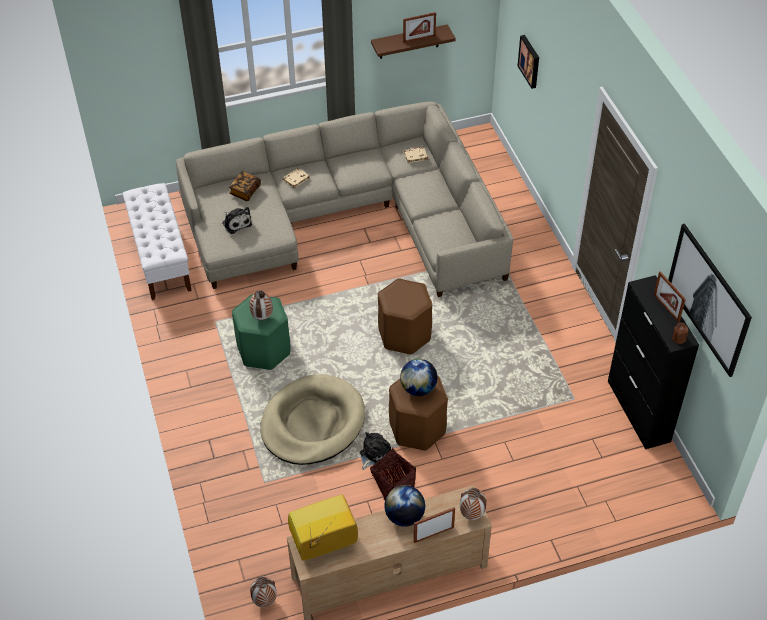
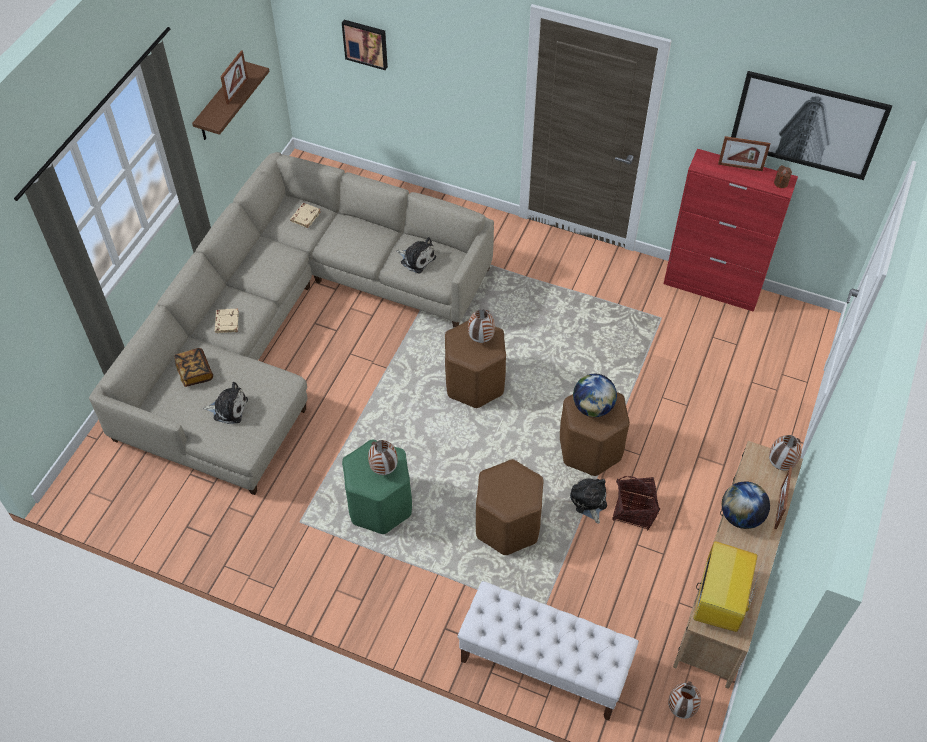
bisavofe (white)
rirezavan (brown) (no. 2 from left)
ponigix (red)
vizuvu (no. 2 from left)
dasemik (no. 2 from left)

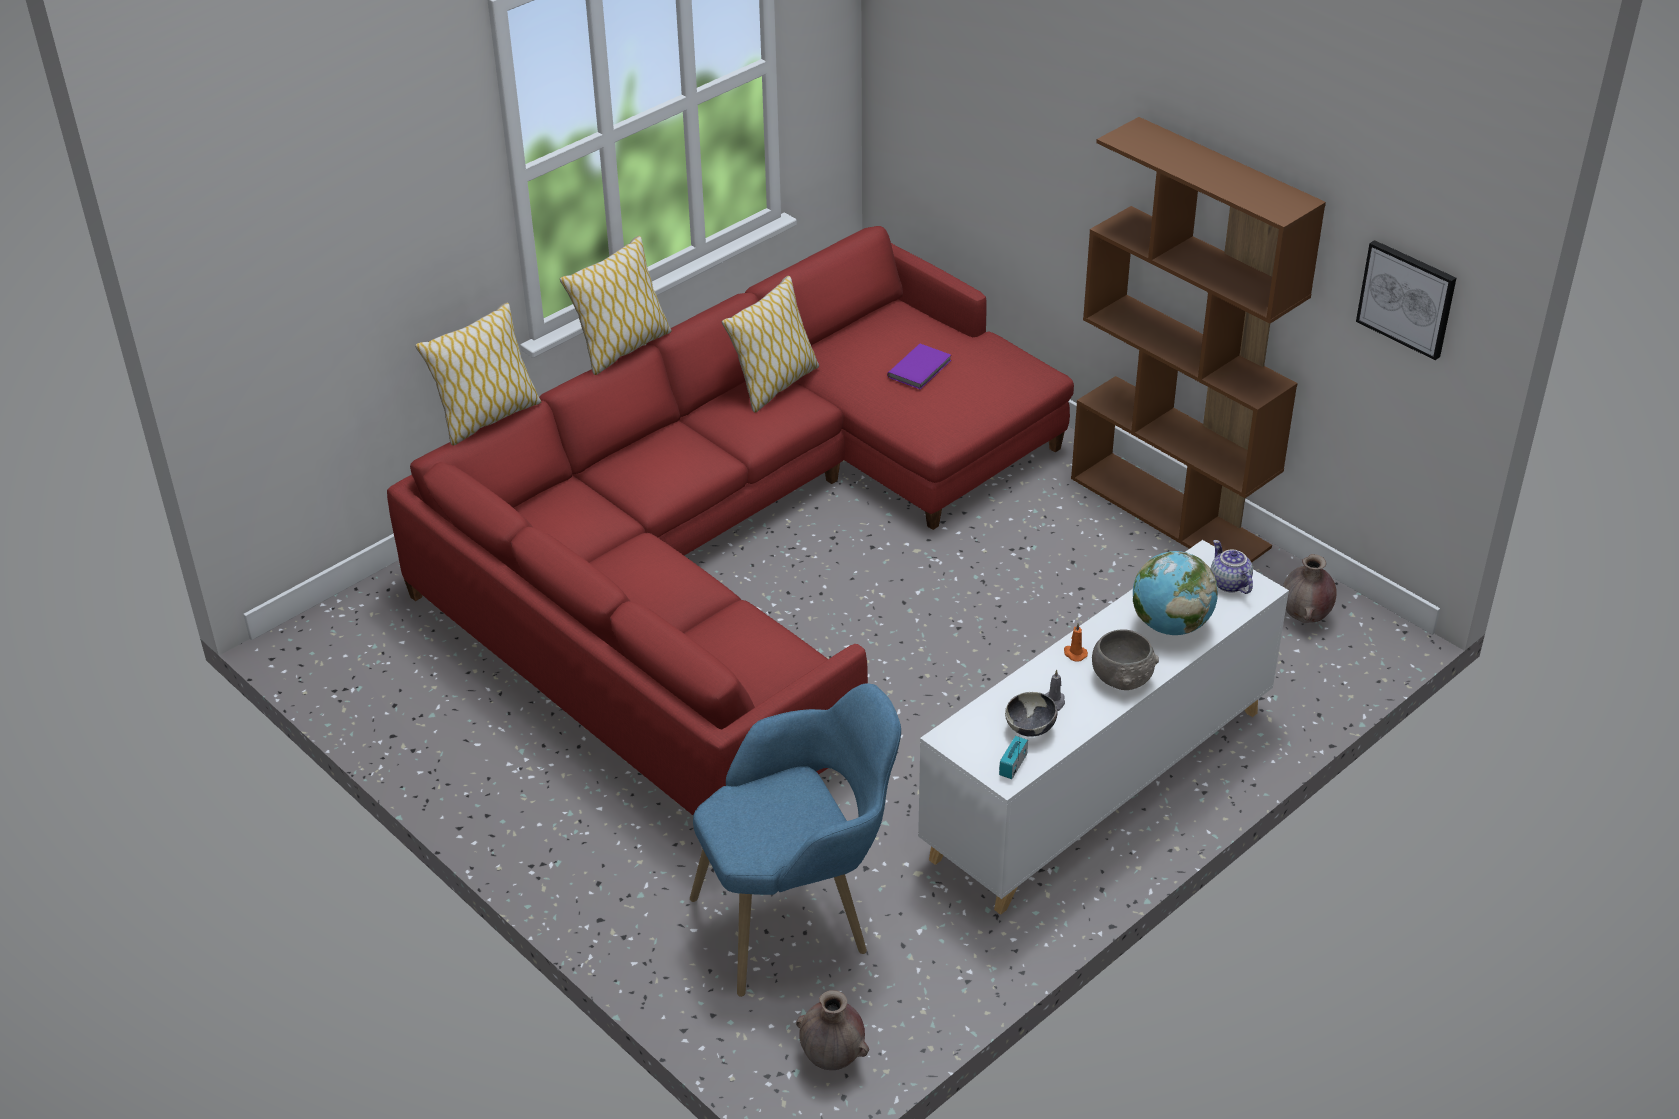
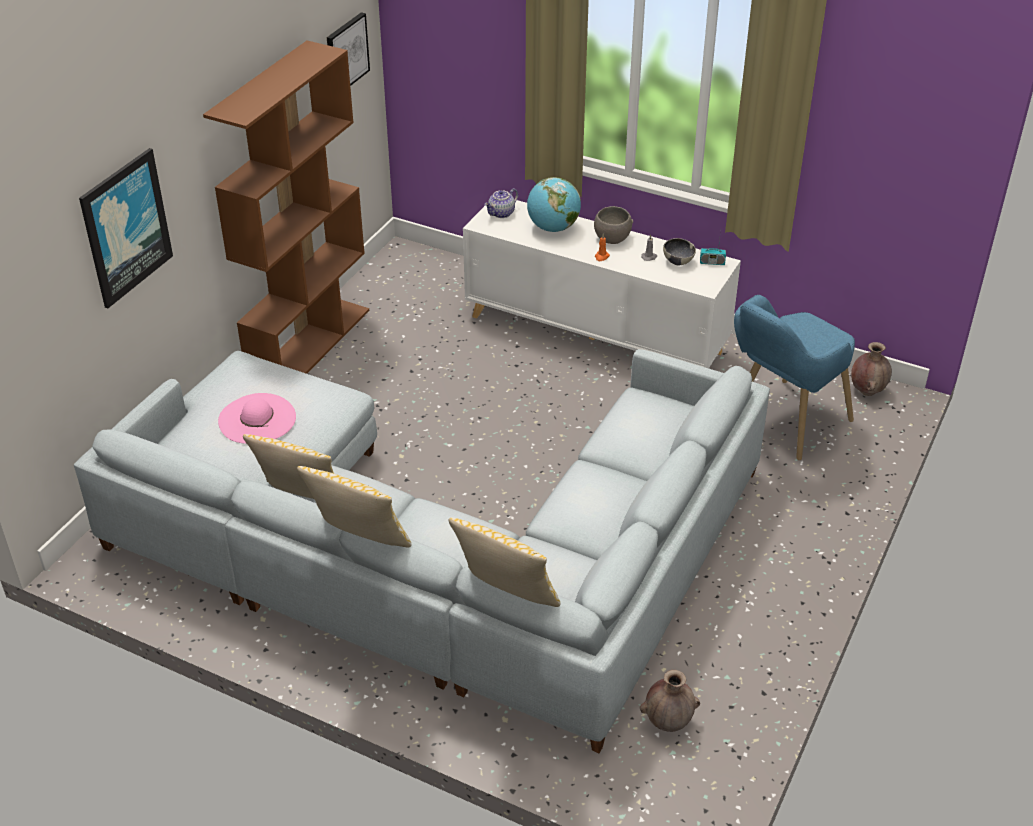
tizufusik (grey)
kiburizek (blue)
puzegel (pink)
dasemik (brown) (no. 1 from left)
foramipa (no. 1 from left)

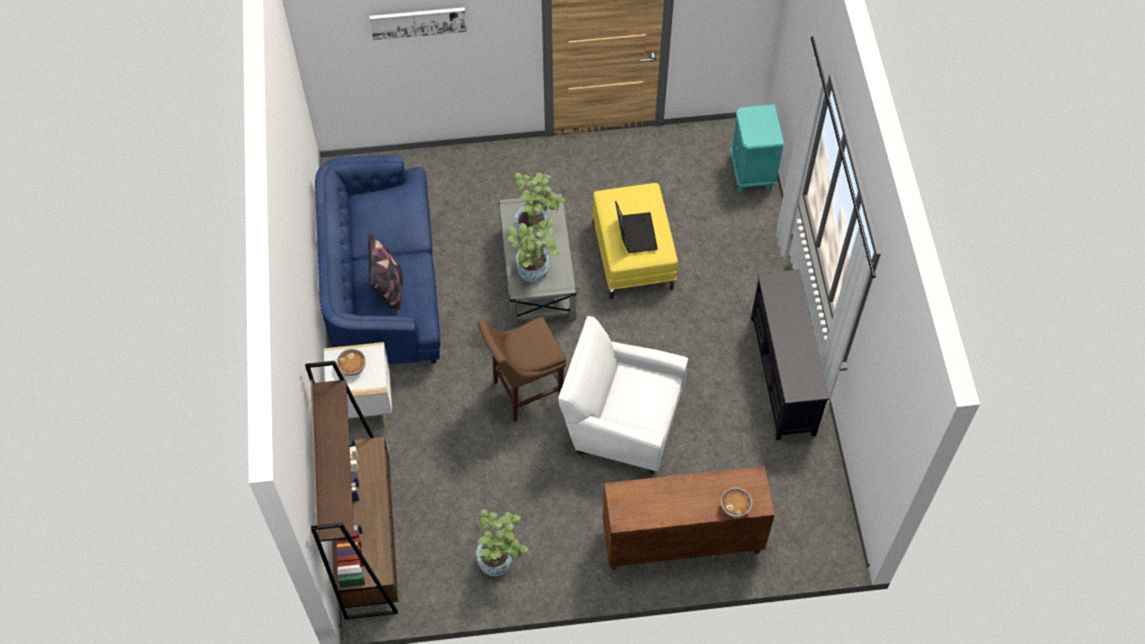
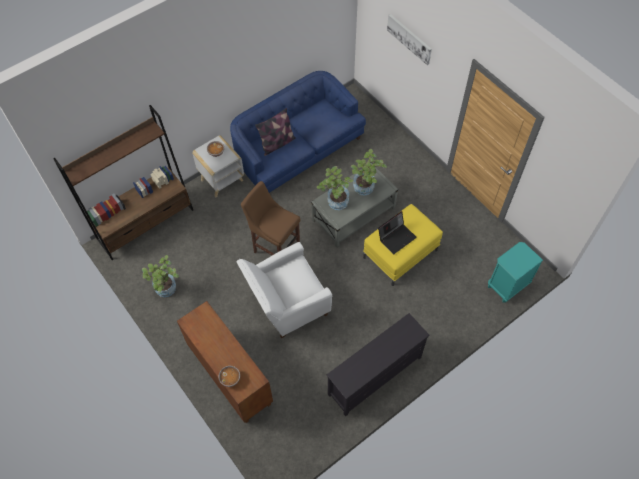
kiburizek (white)

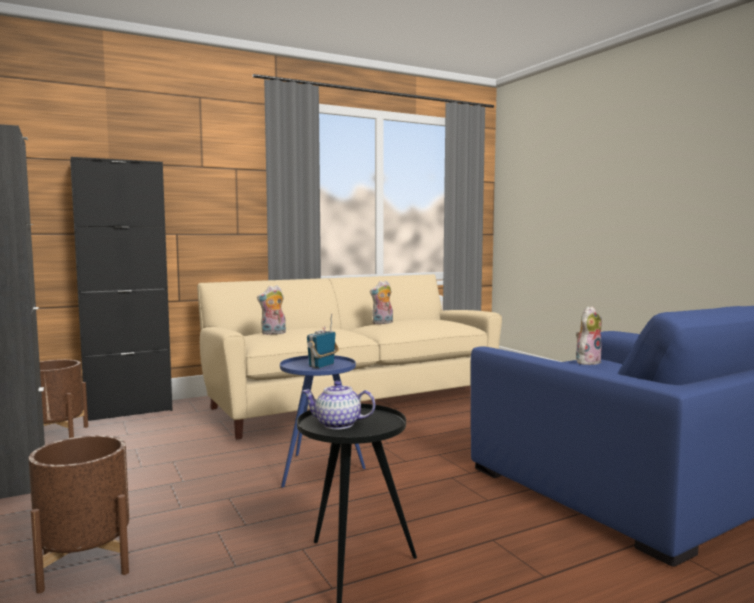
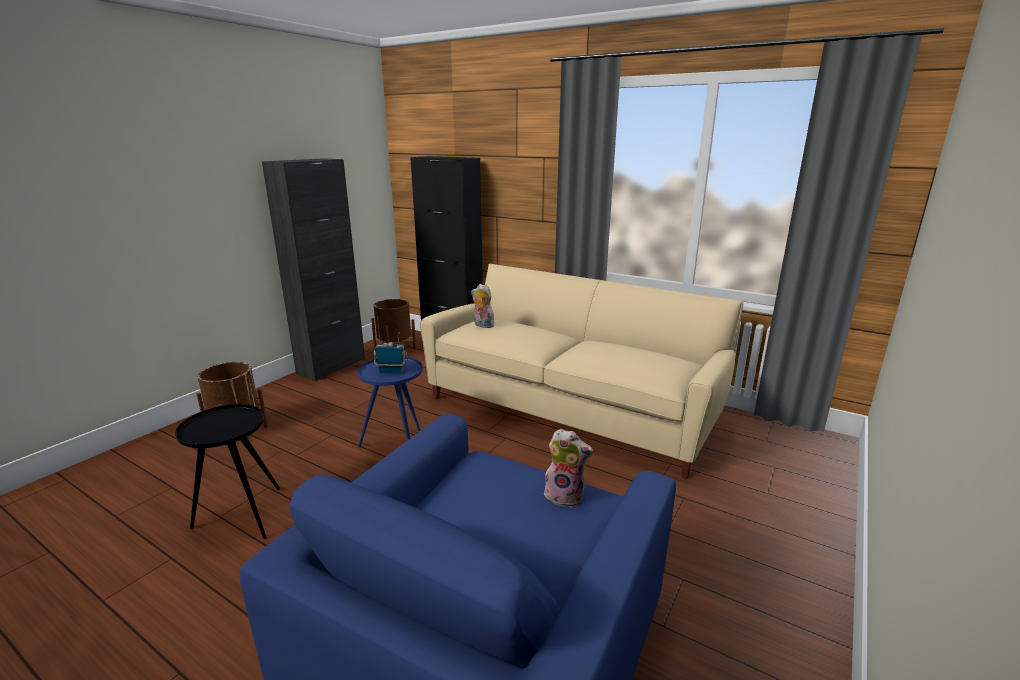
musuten
vizuvu (no. 2 from left in the first image)

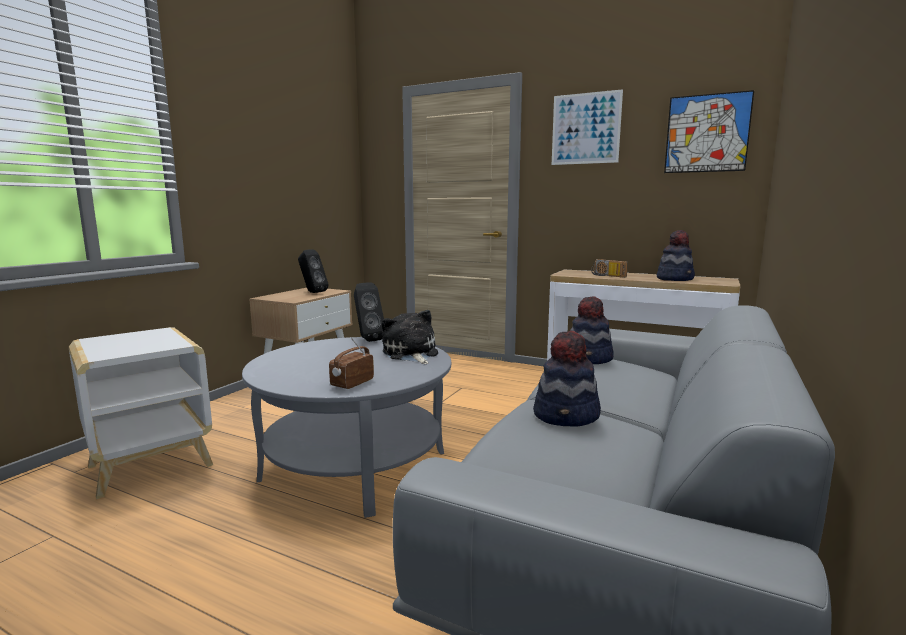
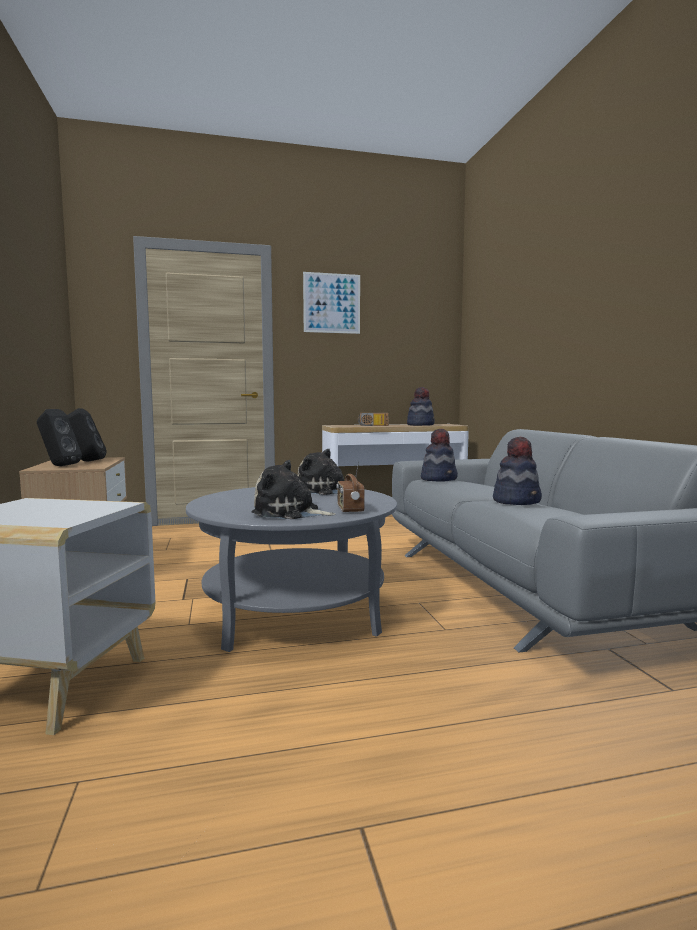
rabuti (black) (no. 1 from left)
foramipa (no. 2 from left in the first image)
vizuvu (no. 1 from left)

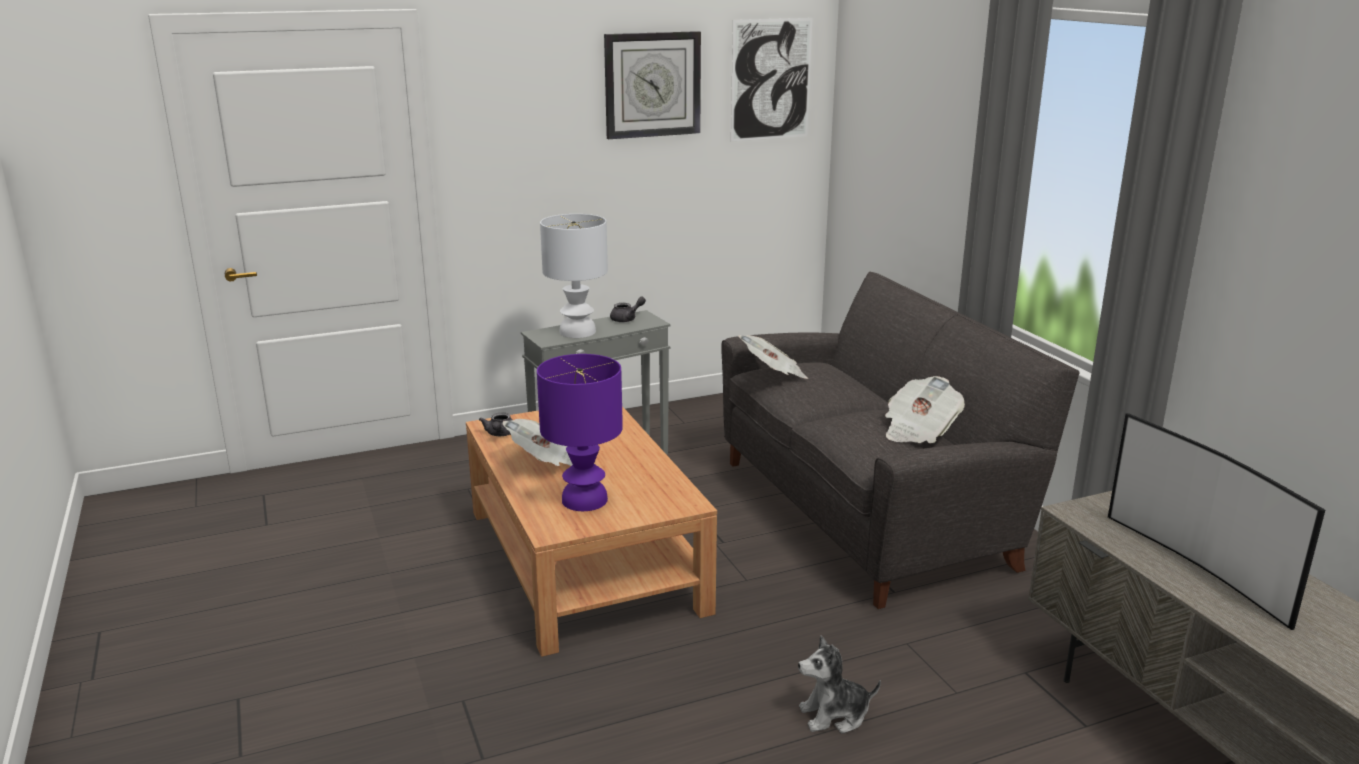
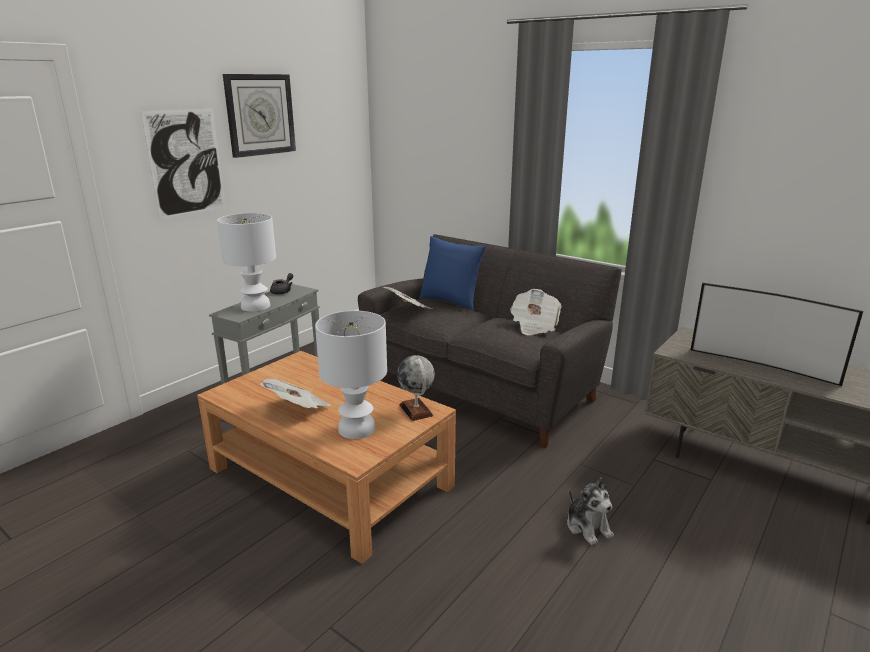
musuten (grey) (no. 1 from left in the first image)
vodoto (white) (no. 2 from left)
foramipa
vizuvu
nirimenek
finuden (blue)

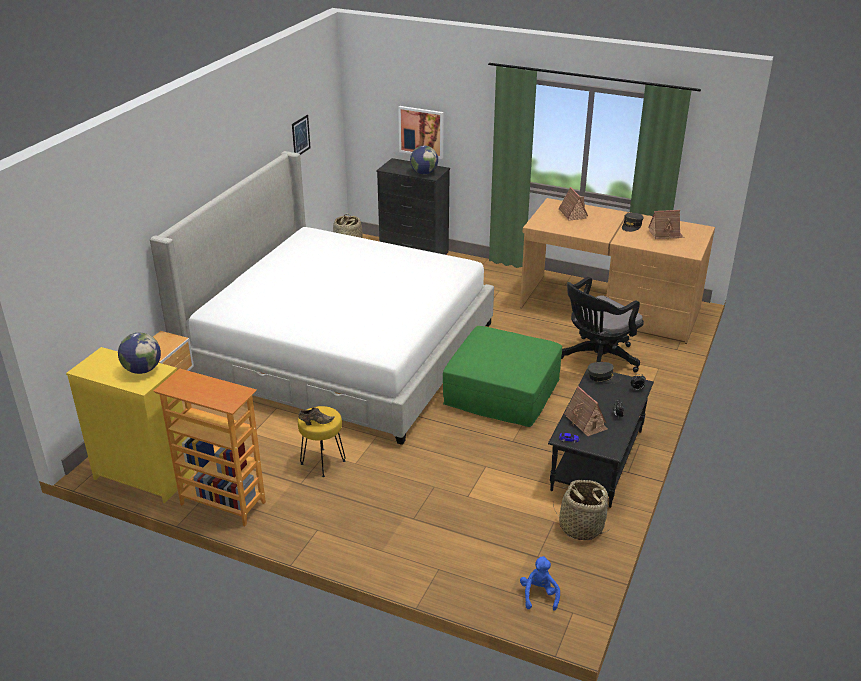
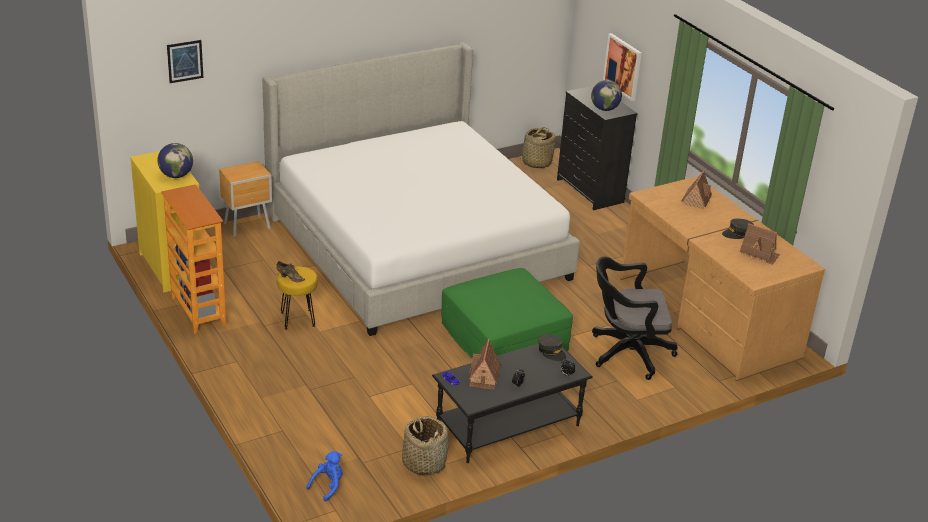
foramipa (no. 1 from left)

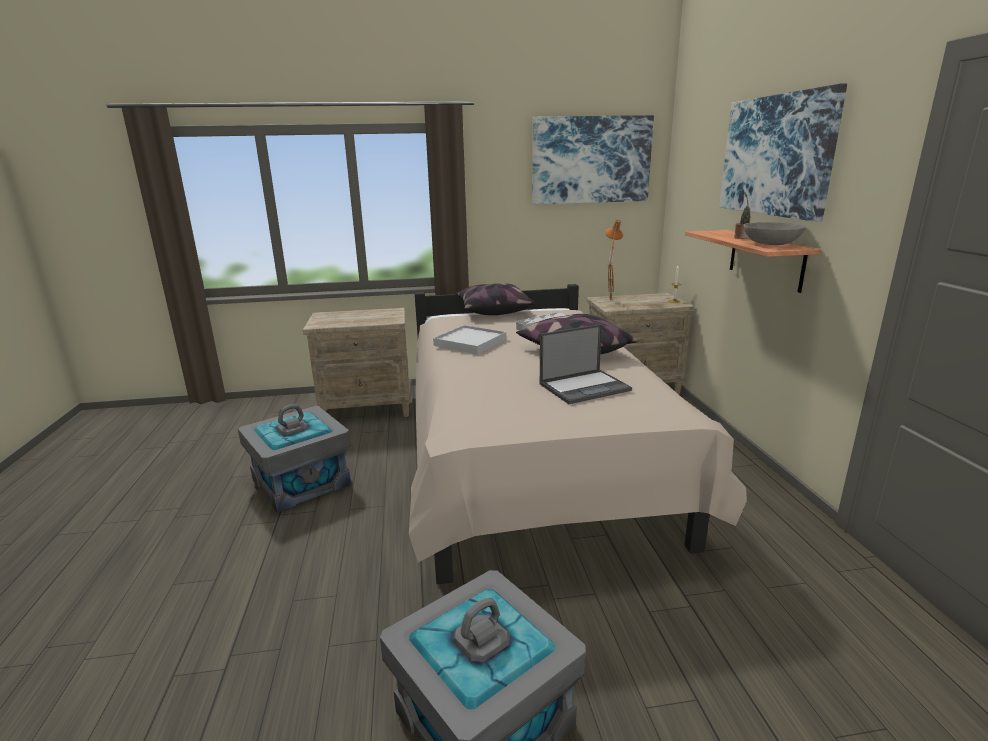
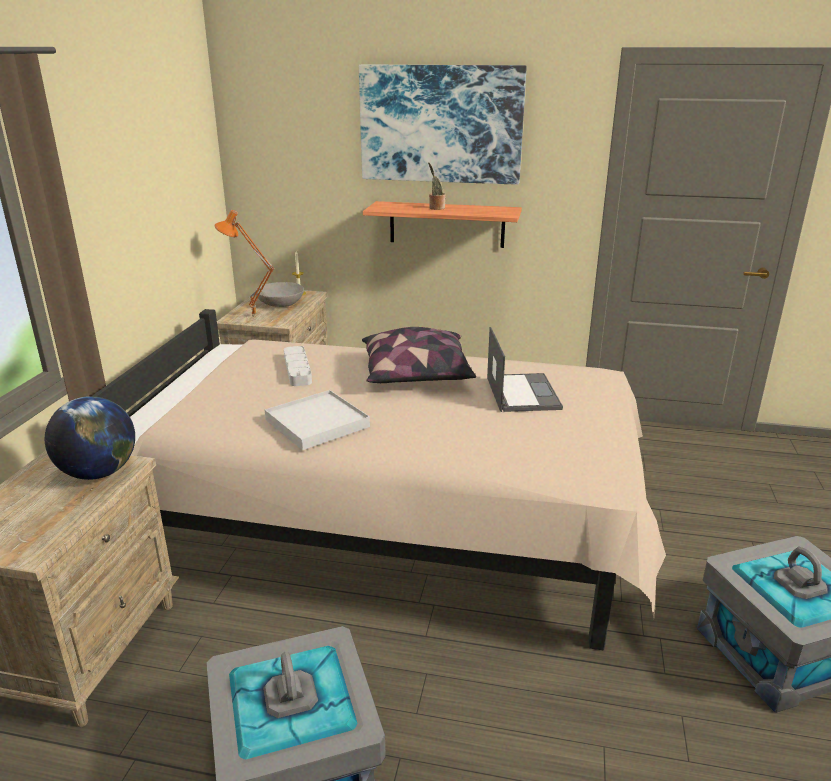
finuden (no. 1 from left in the first image)
foramipa (no. 1 from left in the first image)
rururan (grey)
nirimenek

